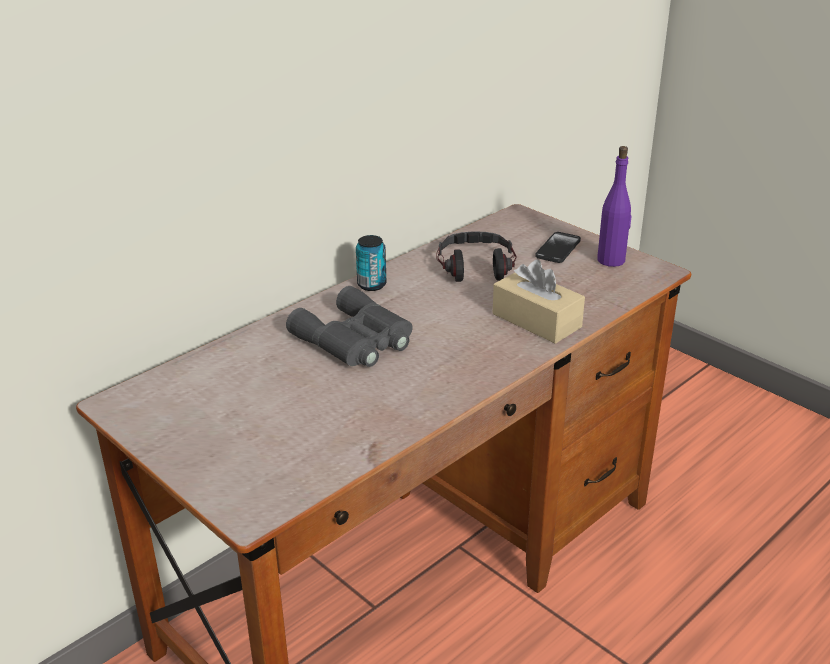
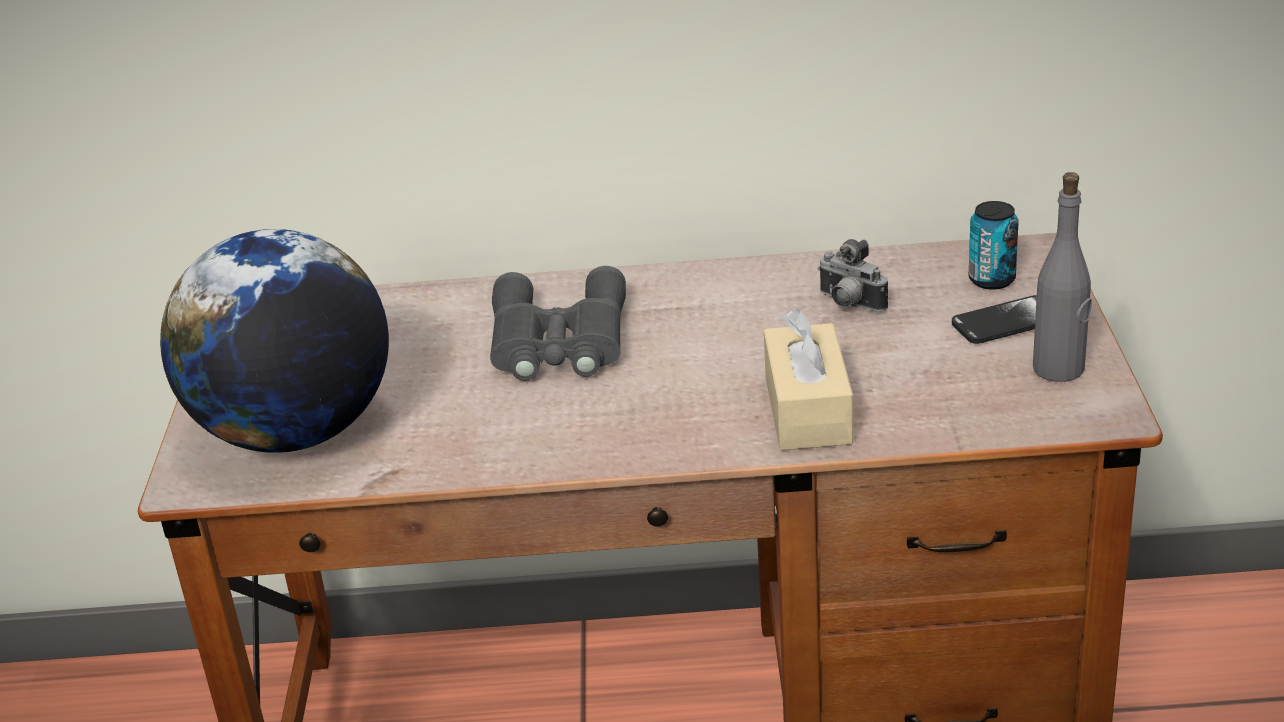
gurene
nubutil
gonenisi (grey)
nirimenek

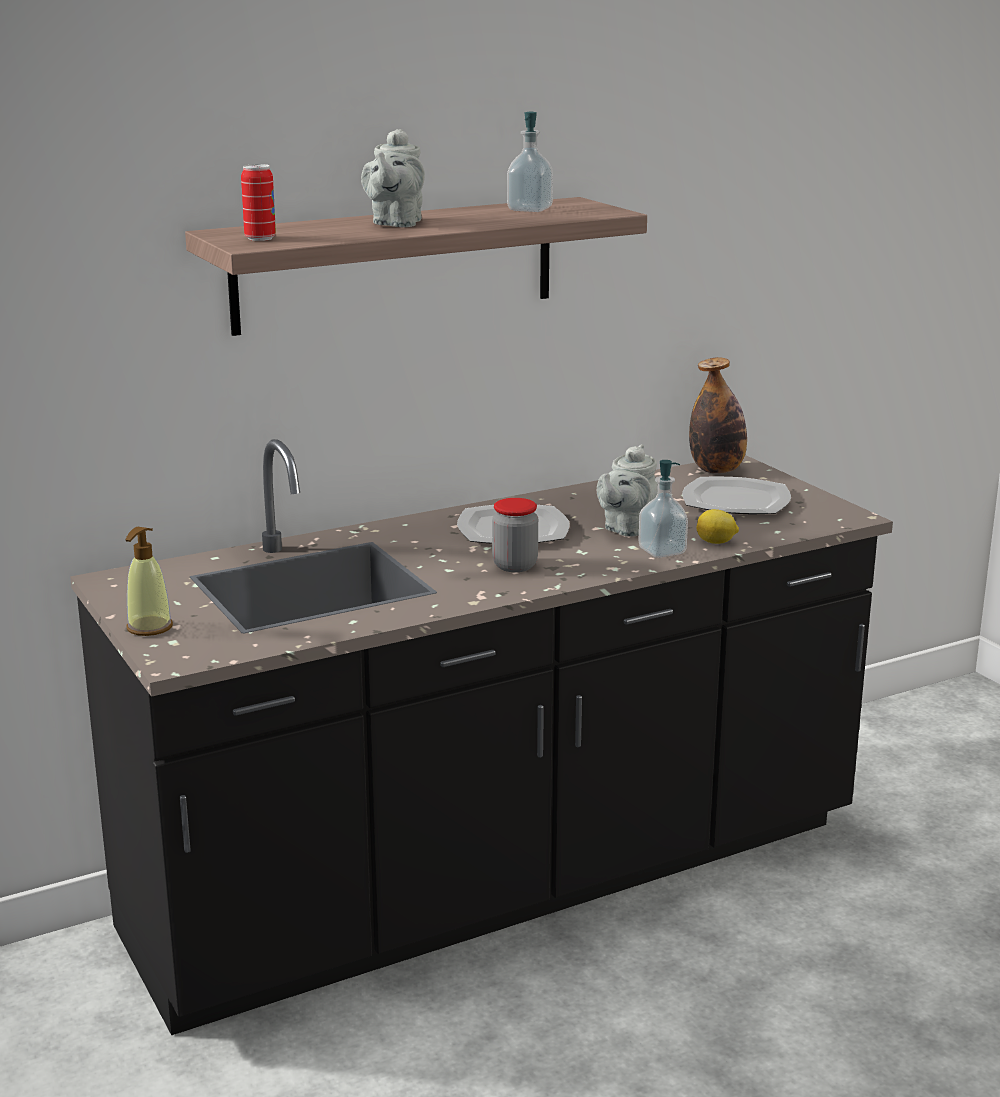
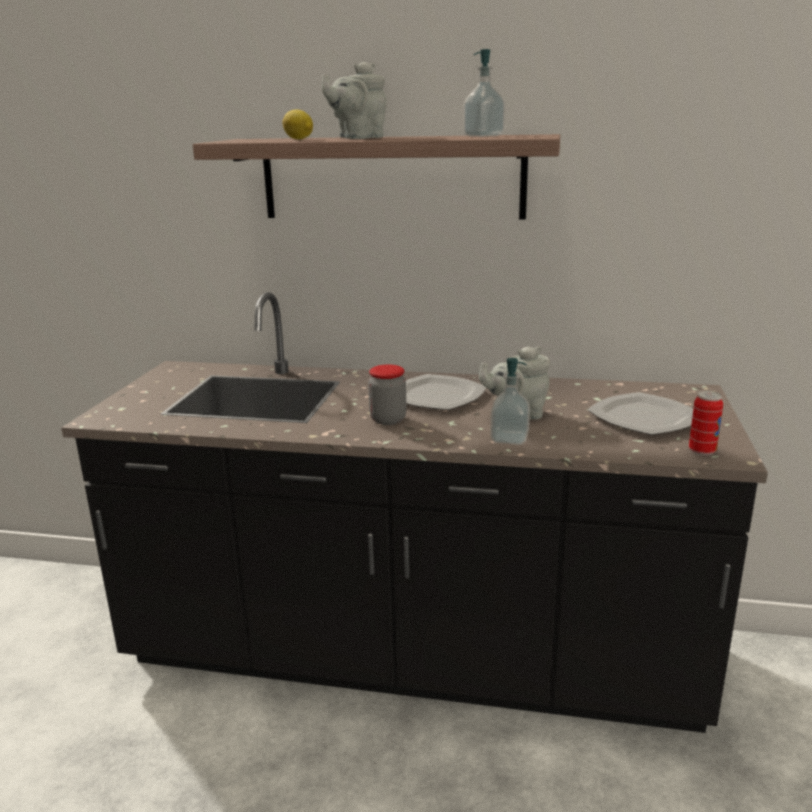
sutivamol (no. 1 from left in the first image)
gurene
gonenisi
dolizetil

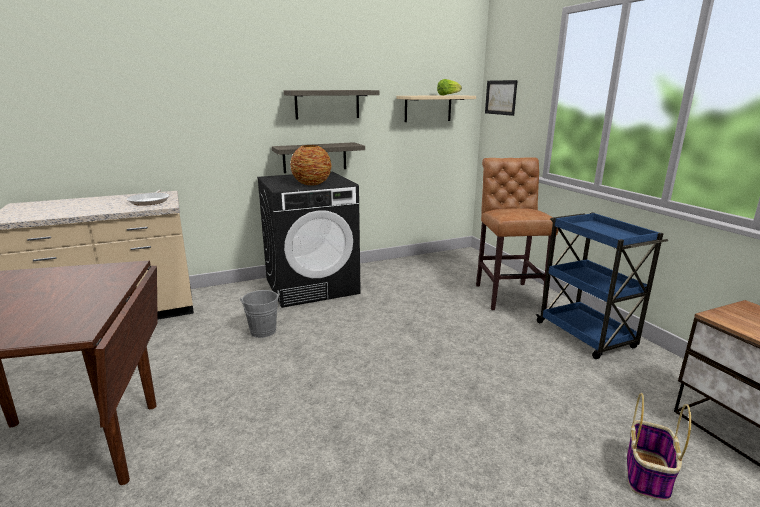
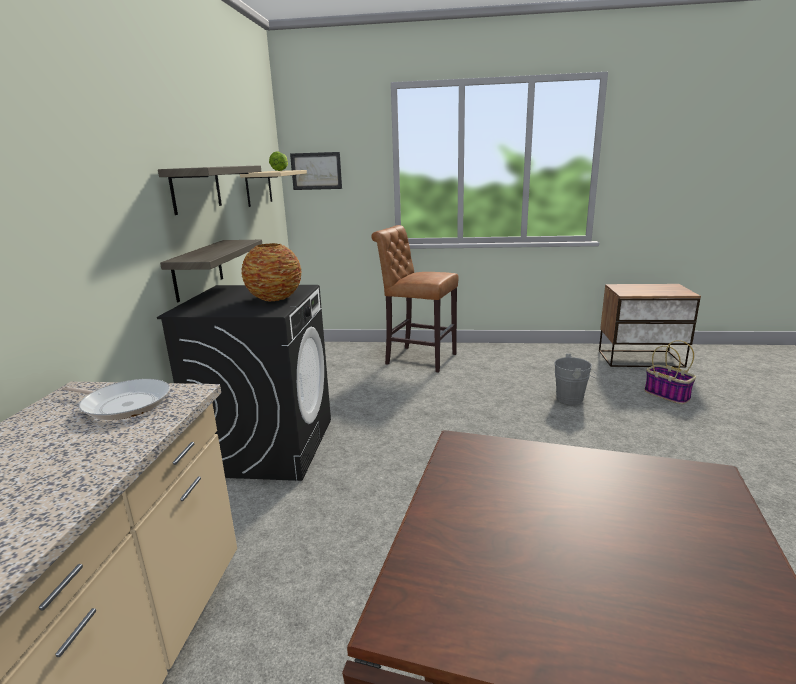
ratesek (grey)
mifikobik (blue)

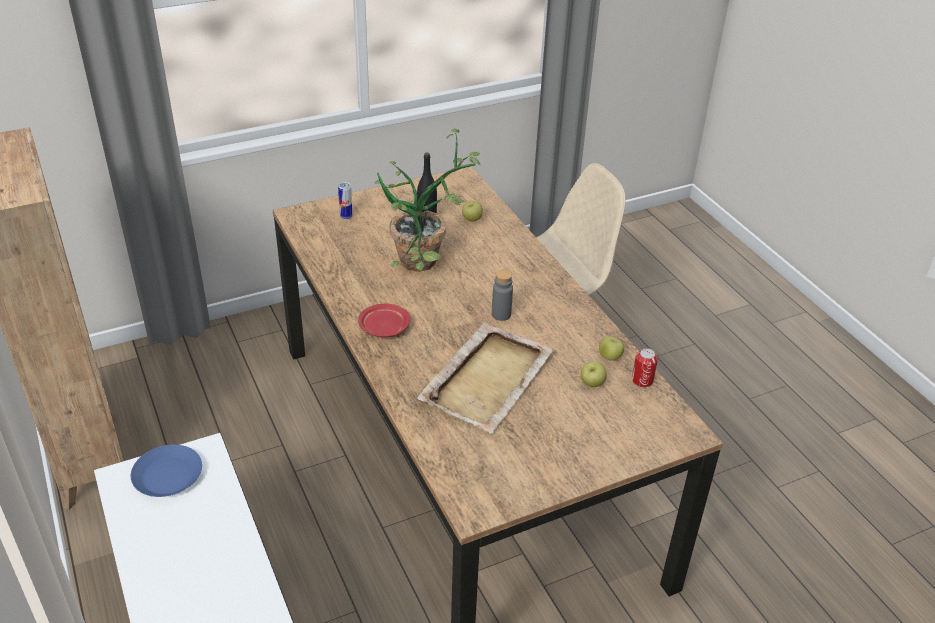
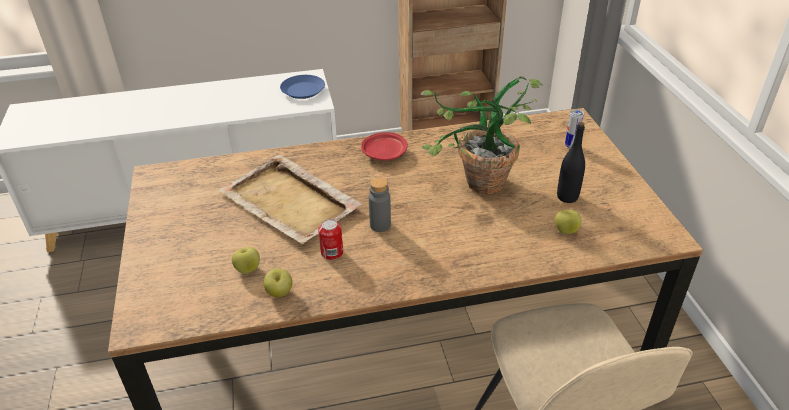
gurene (no. 1 from left)

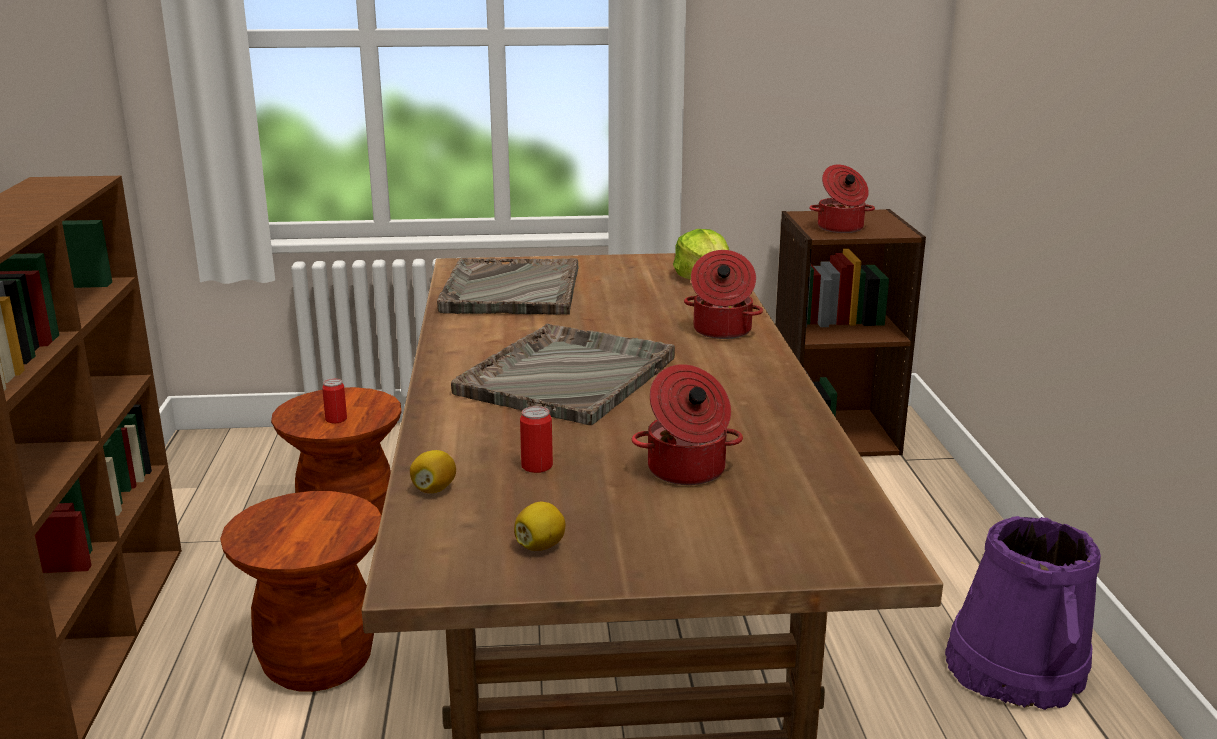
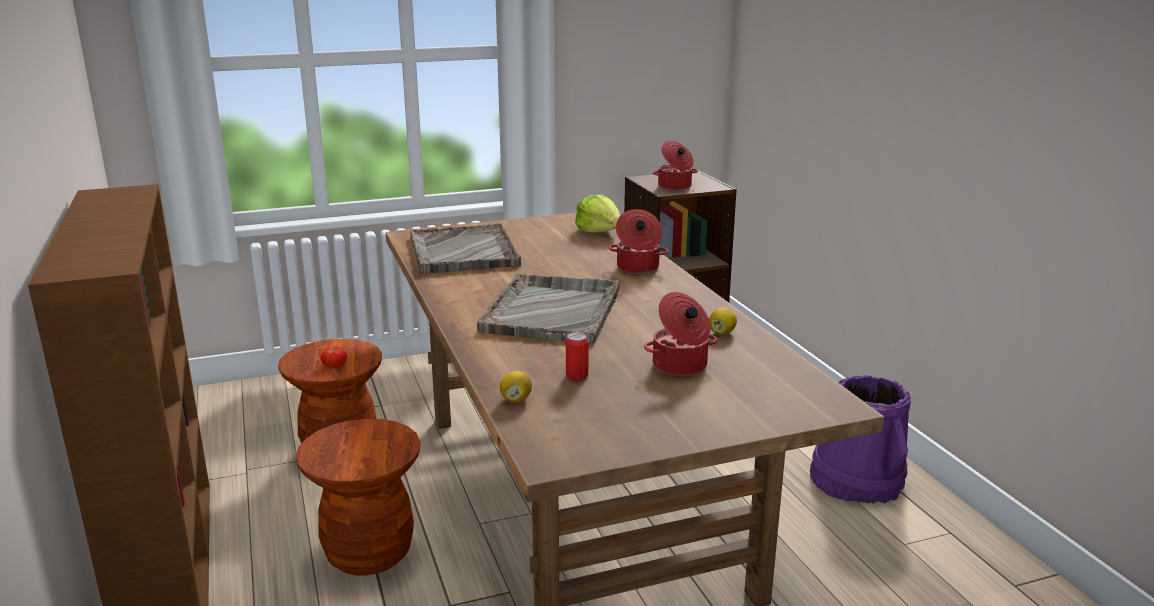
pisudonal
dolizetil (no. 2 from left)

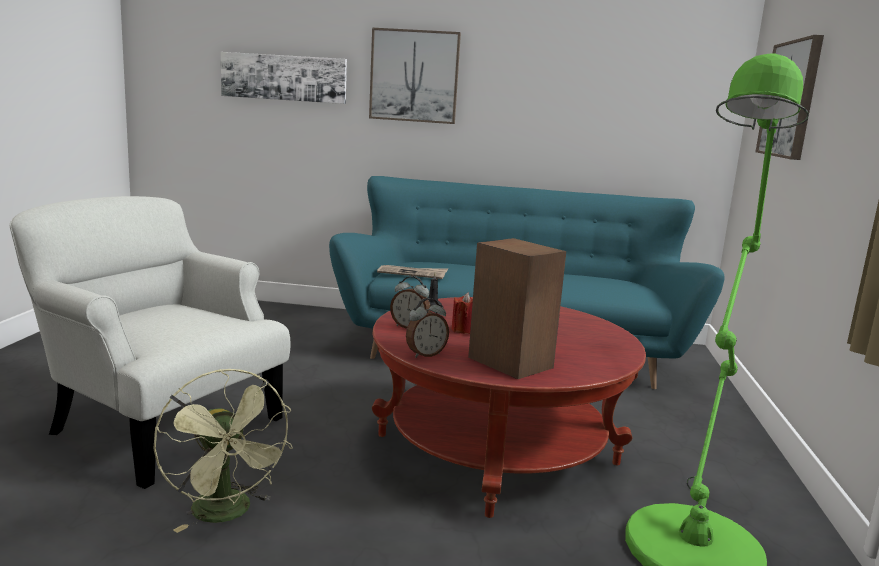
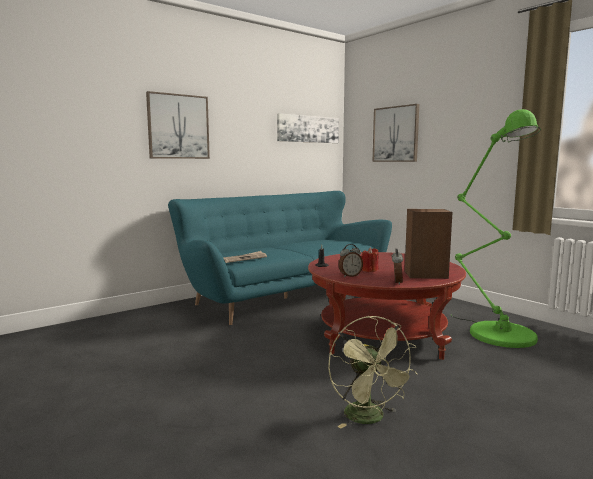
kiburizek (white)
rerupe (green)
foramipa (no. 2 from left)

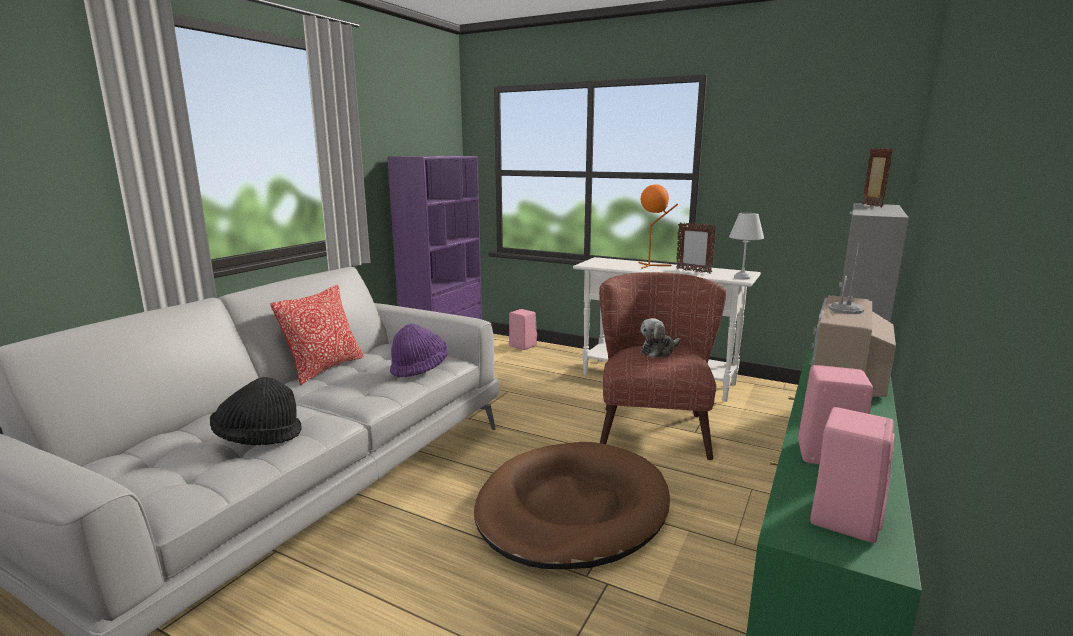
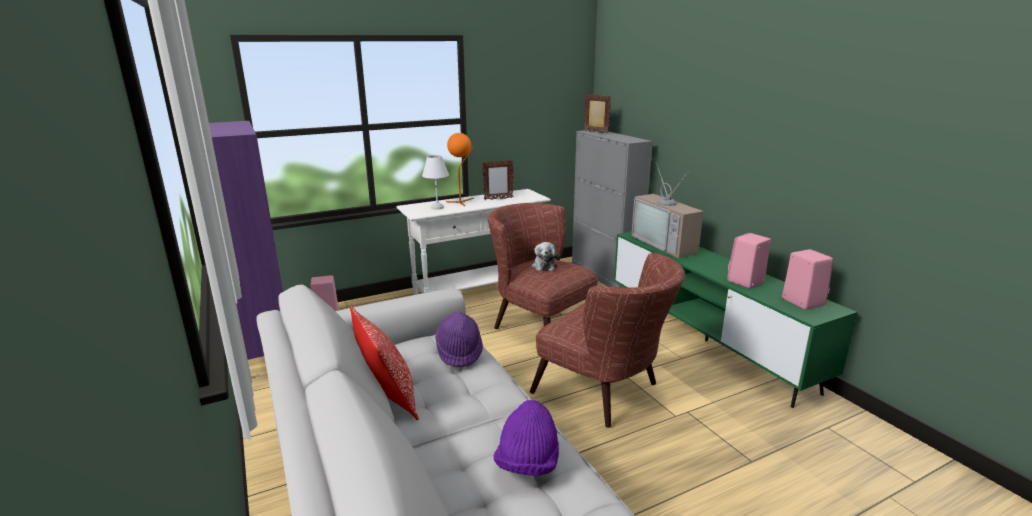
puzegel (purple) (no. 2 from left)
kiburizek (brown) (no. 2 from left)
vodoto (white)

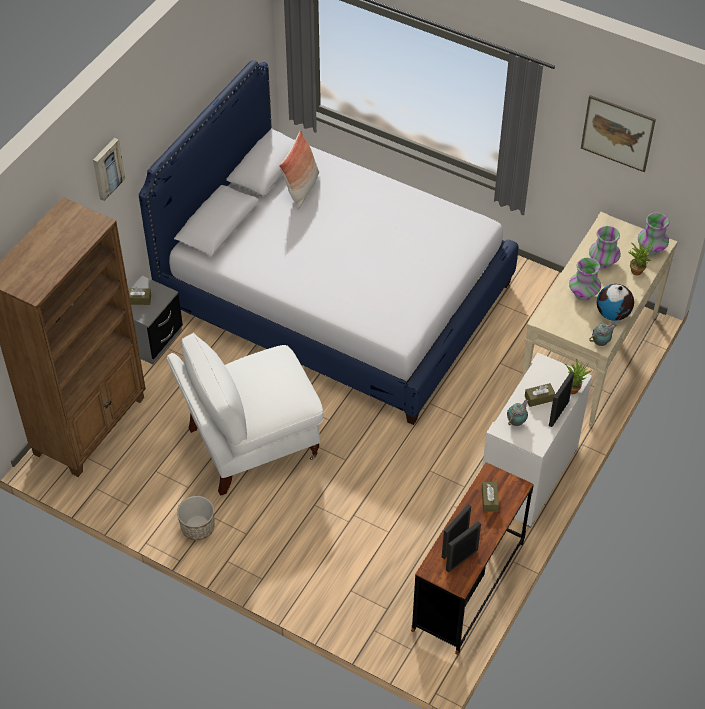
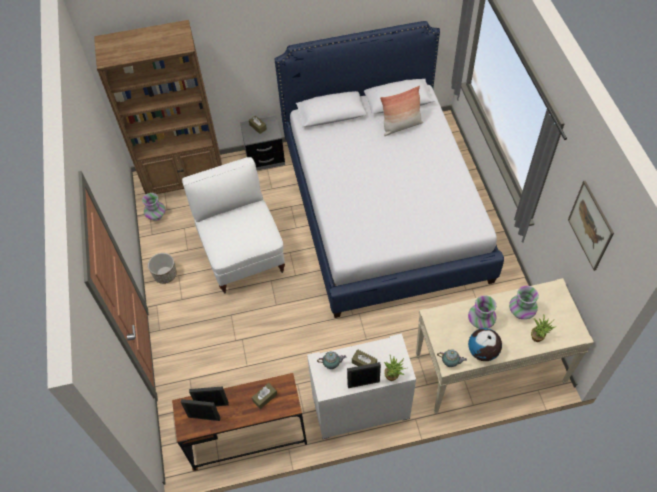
foramipa (no. 1 from left in the first image)
kiburizek (white)
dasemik (no. 1 from left)

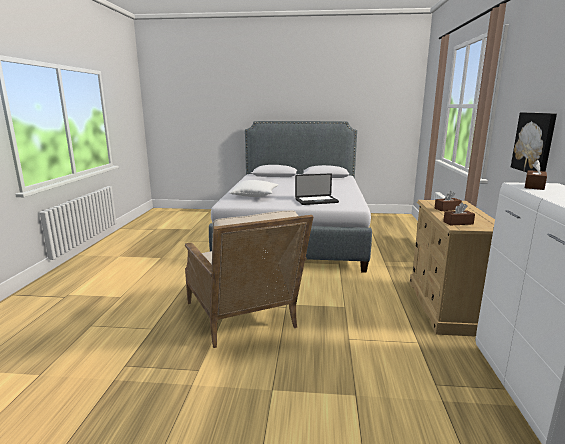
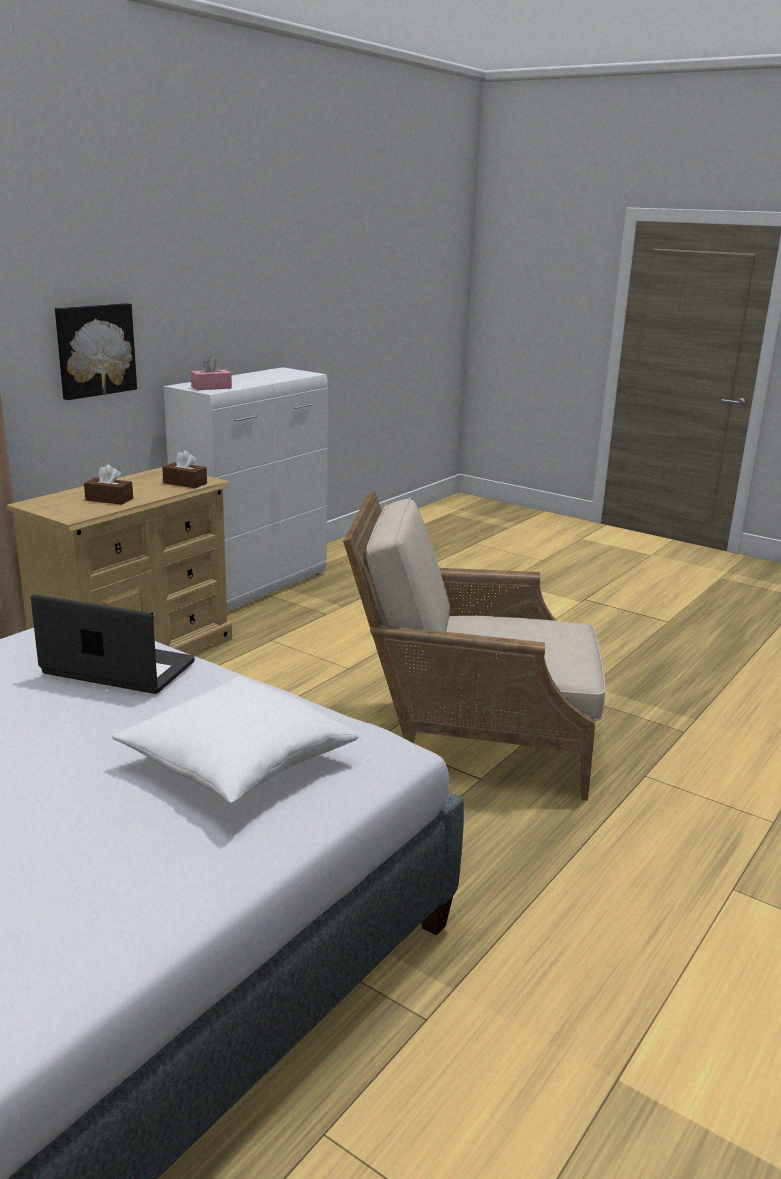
kiburizek (beige)
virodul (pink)

